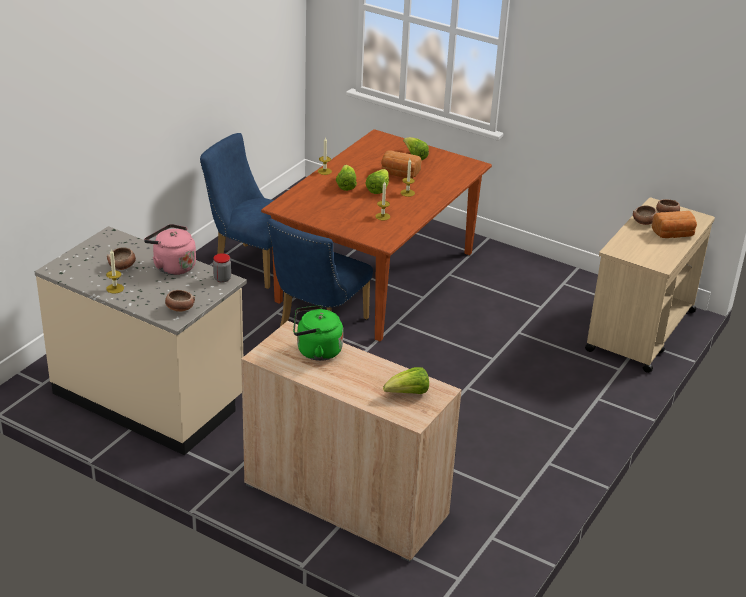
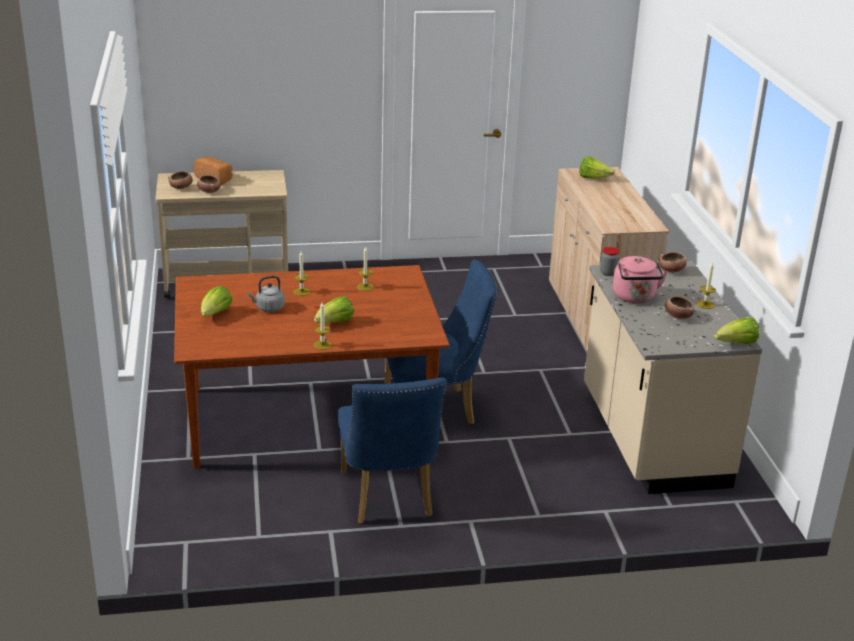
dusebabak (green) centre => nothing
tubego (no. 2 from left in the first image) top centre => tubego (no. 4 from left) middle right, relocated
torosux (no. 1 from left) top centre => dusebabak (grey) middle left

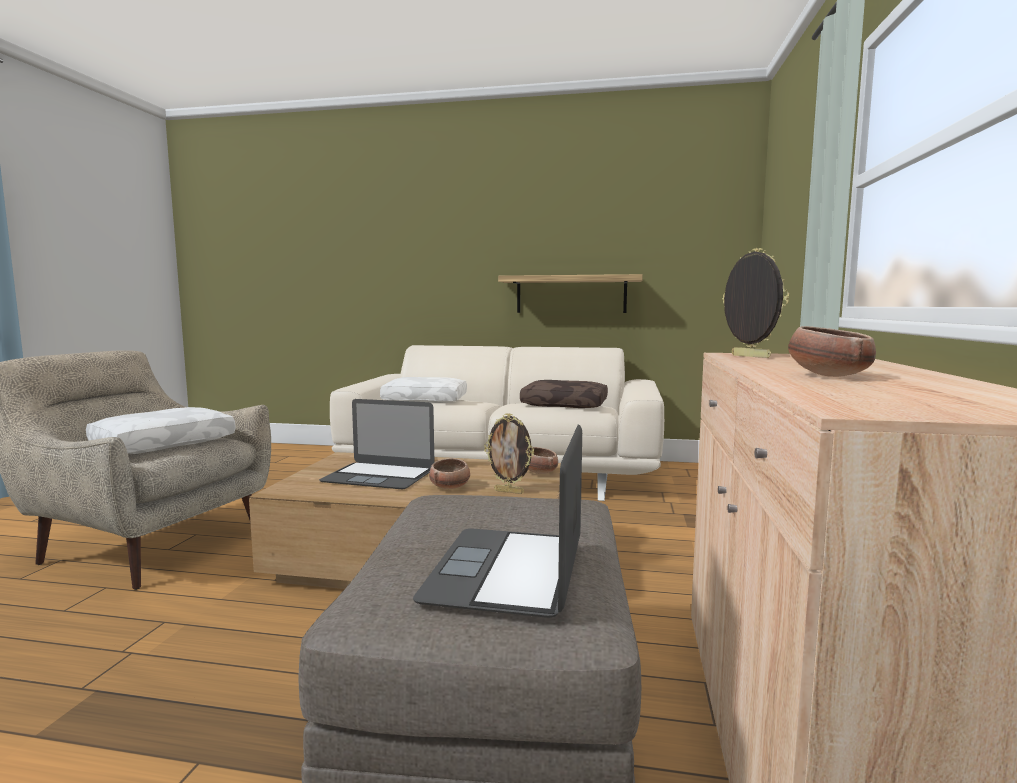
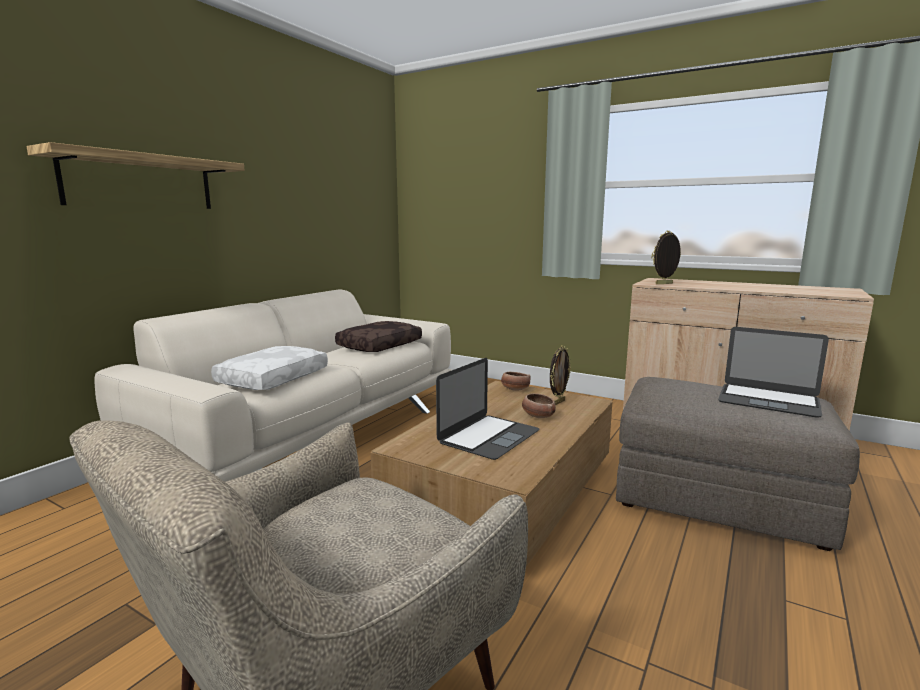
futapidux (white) (no. 1 from left) middle left => nothing
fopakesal centre => fopakesal top left, relocated
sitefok (no. 3 from left) middle right => nothing

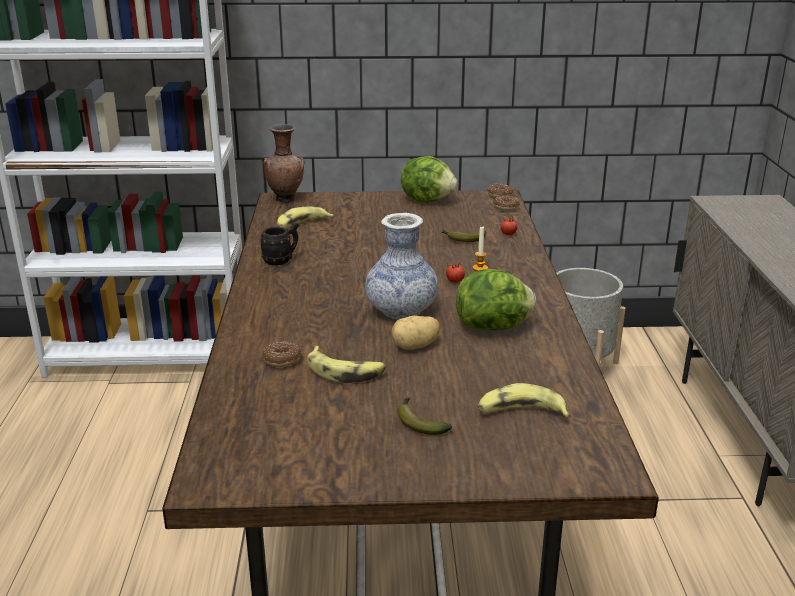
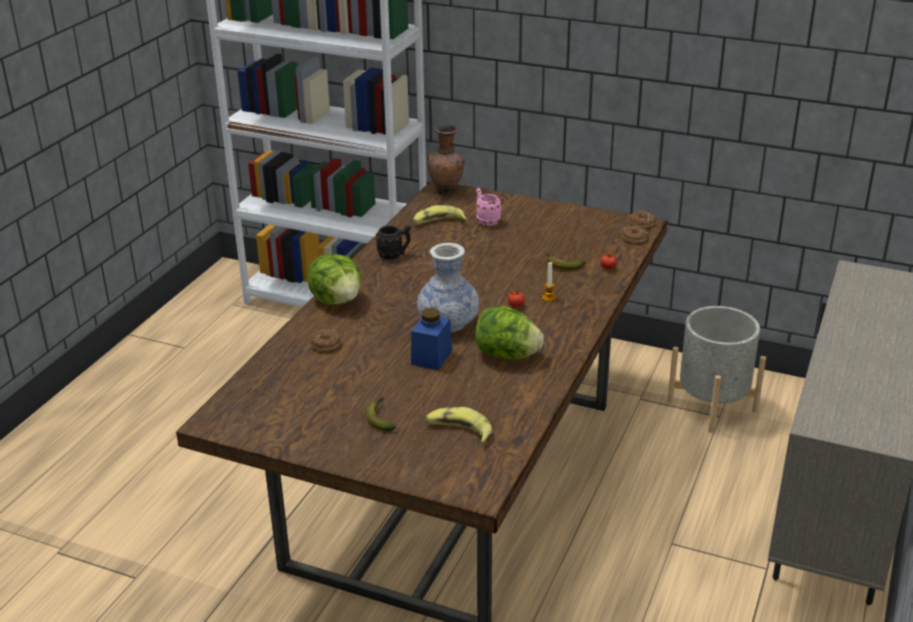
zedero (no. 2 from left) centre => nothing
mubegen centre => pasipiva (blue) centre
tubego (no. 1 from left) top centre => tubego (no. 1 from left) centre, relocated
nothing => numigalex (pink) top centre

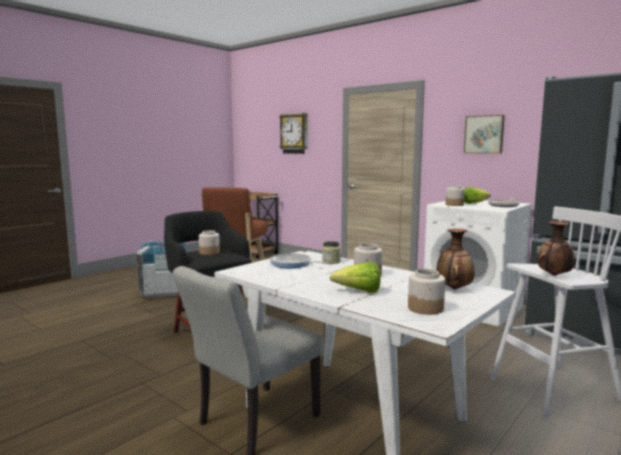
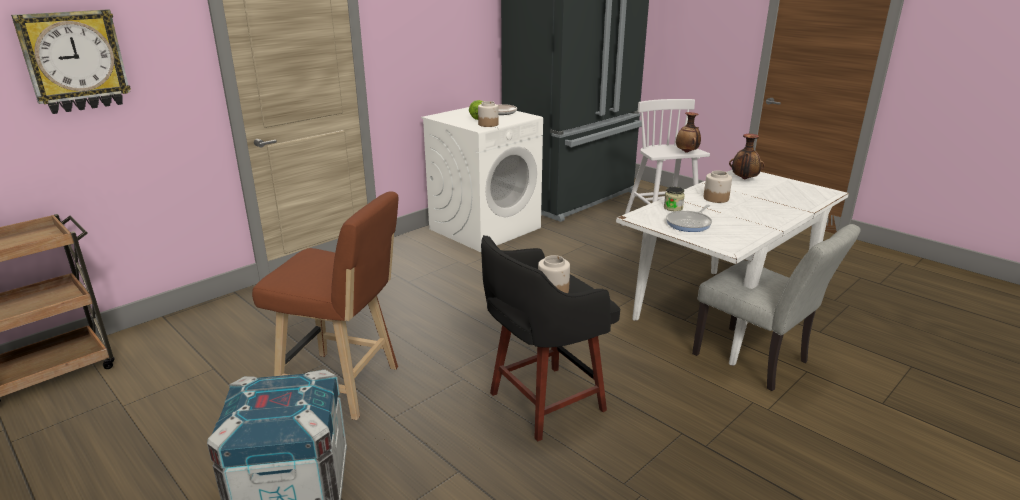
tubego (no. 1 from left) centre => nothing
pasipiva (no. 4 from left) middle right => nothing
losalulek top right => nothing

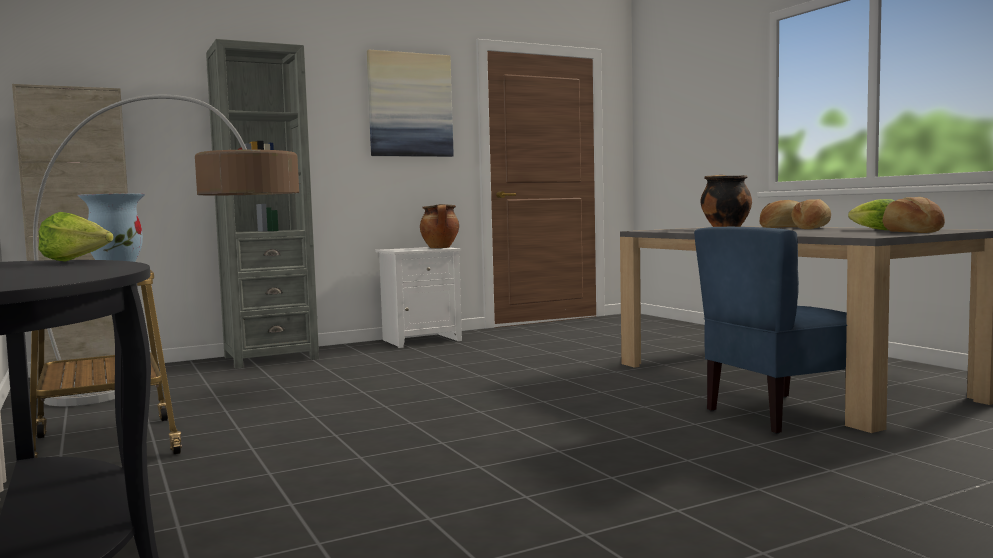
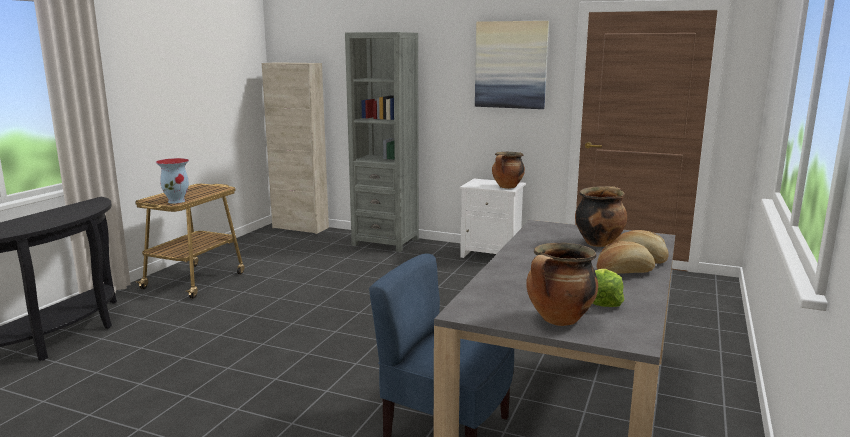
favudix middle left => nothing
tubego (no. 1 from left) middle left => nothing
torosux (no. 3 from left) middle right => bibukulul (no. 2 from left) centre

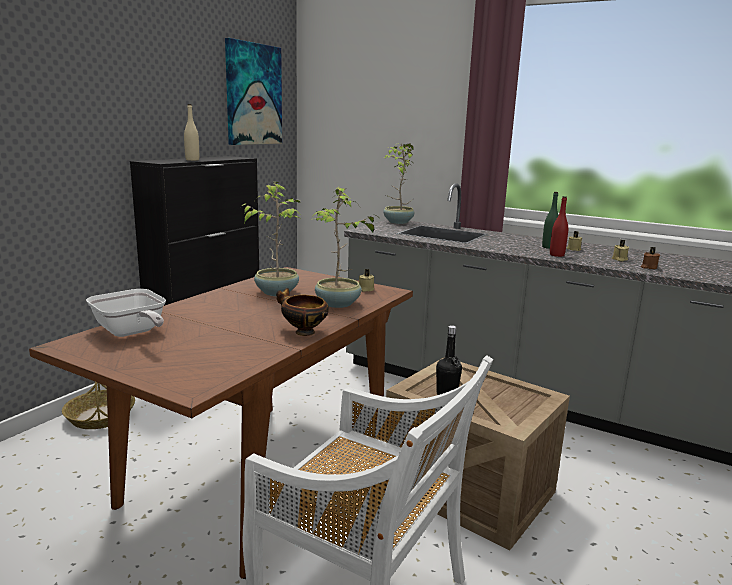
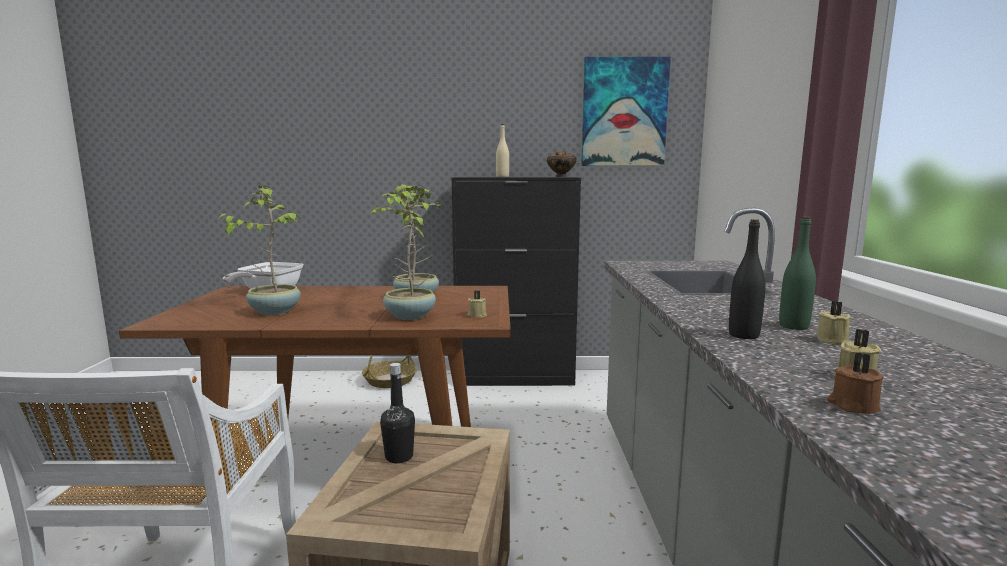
sitefok centre => sitefok top centre, relocated
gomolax (no. 3 from left in the first image) top centre => gomolax (no. 1 from left) middle left, relocated
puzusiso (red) middle right => puzusiso (black) (no. 2 from left) middle right

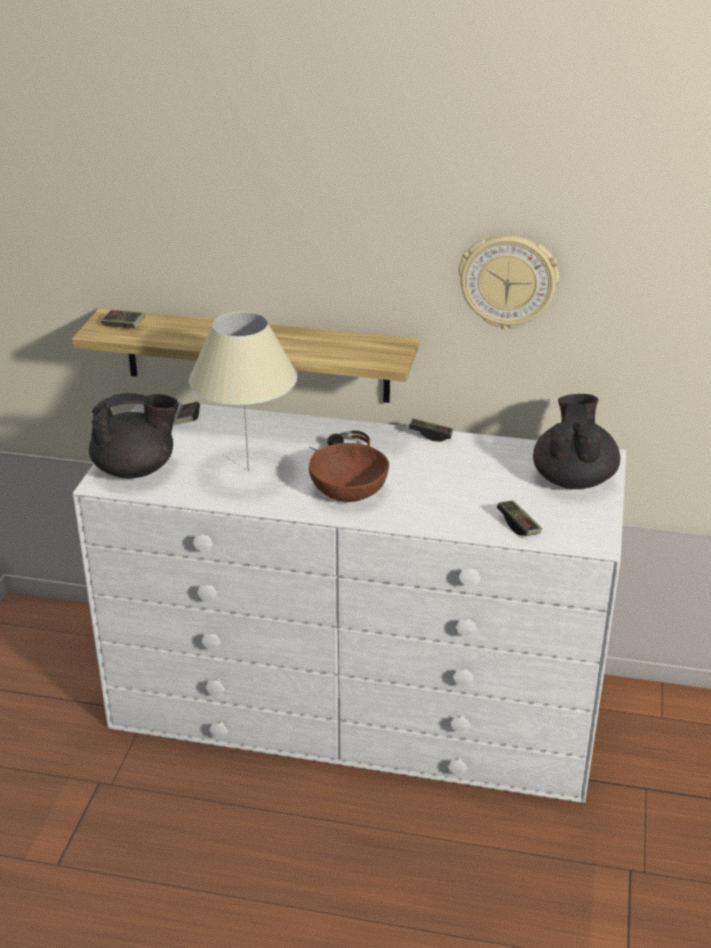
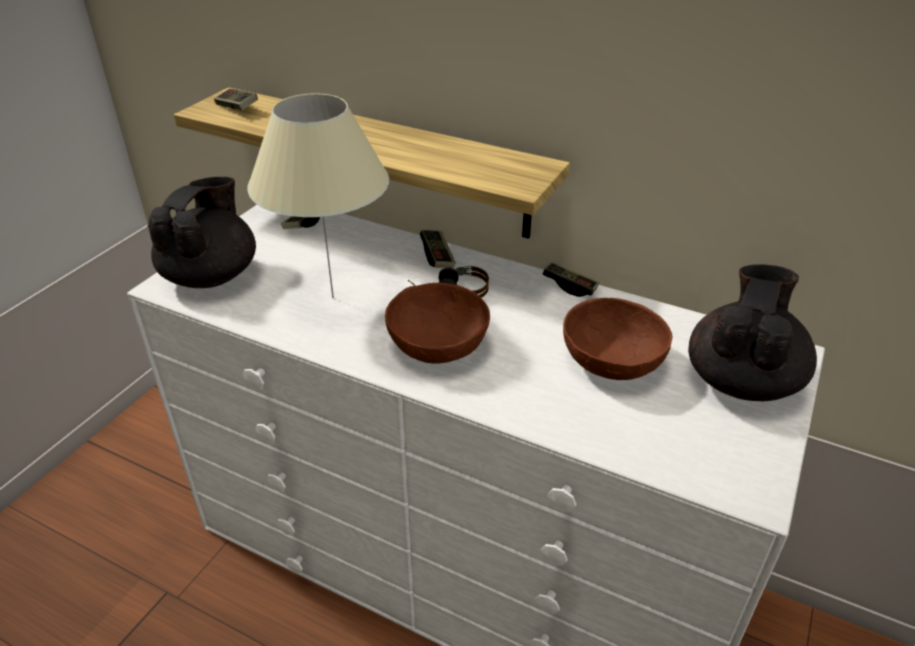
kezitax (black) (no. 1 from left) middle left, 75 degrees counterclockwise
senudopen top right => nothing
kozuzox (no. 4 from left in the first image) middle right => kozuzox (no. 3 from left) centre, relocated
nothing => sitefok (brown) (no. 2 from left) middle right

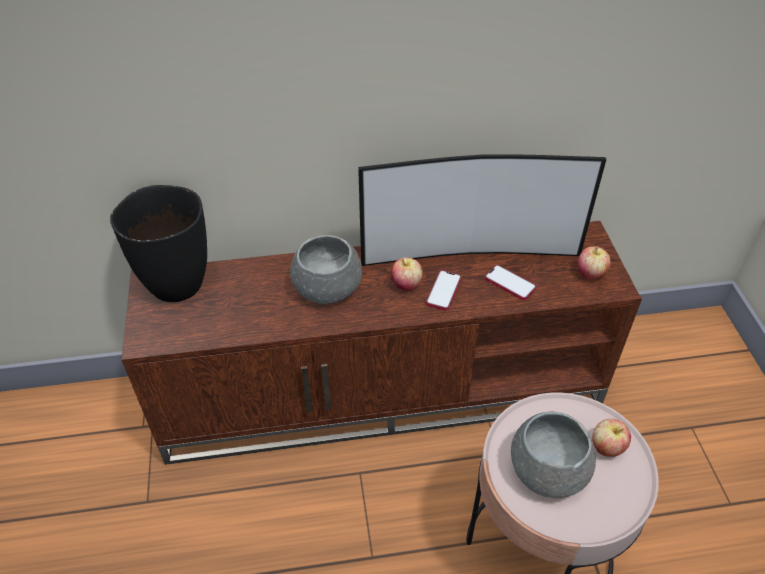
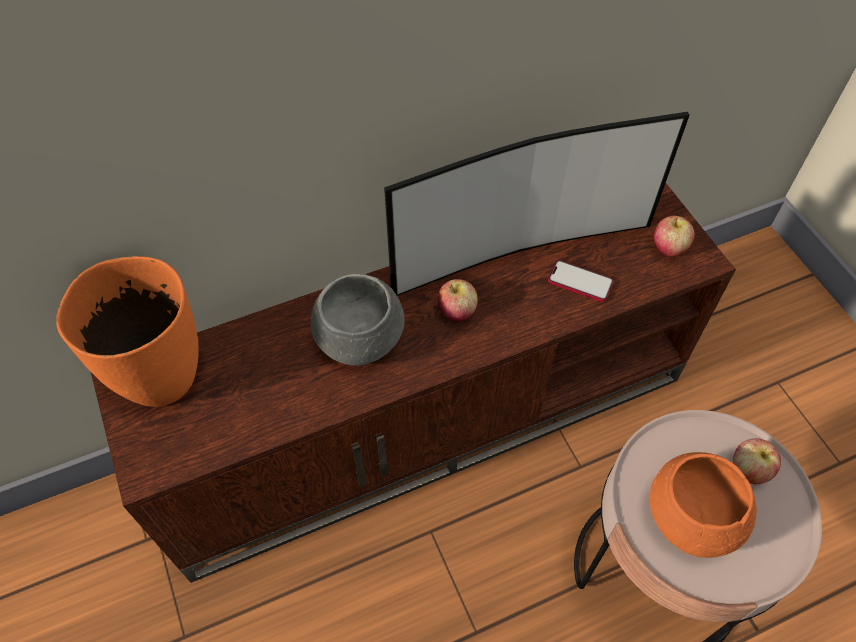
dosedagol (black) middle left => dosedagol (orange) middle left
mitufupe (no. 1 from left) centre => nothing
sitefok (grey) (no. 2 from left) bottom right => sitefok (orange) bottom right

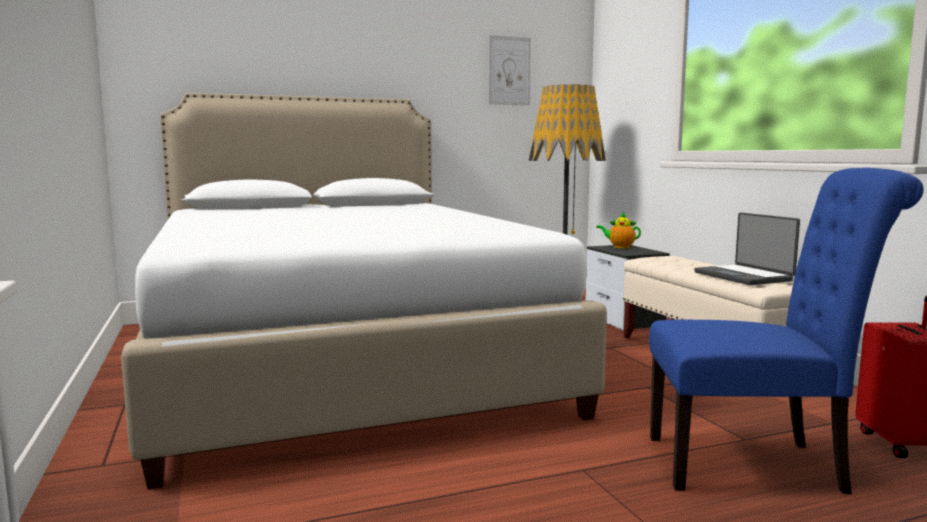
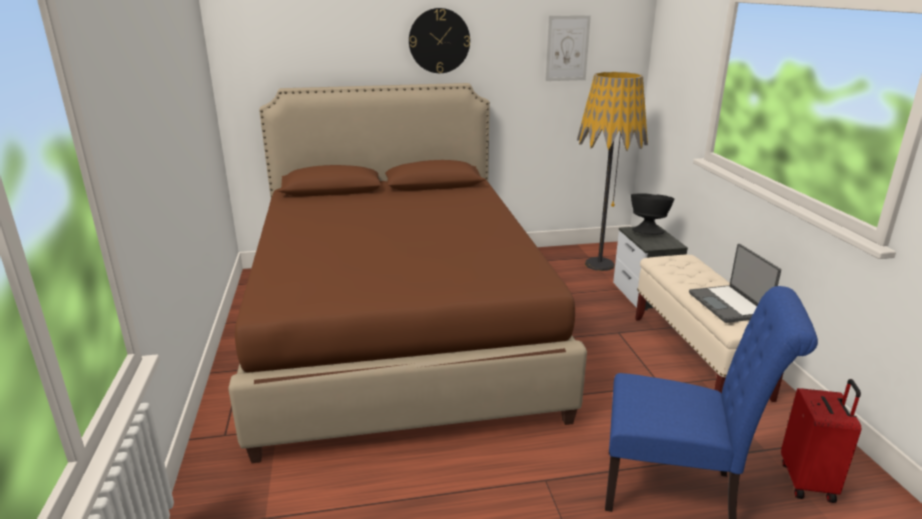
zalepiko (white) centre => zalepiko (brown) centre
kezitax middle right => sitefok (black) middle right
nothing => senudopen top centre

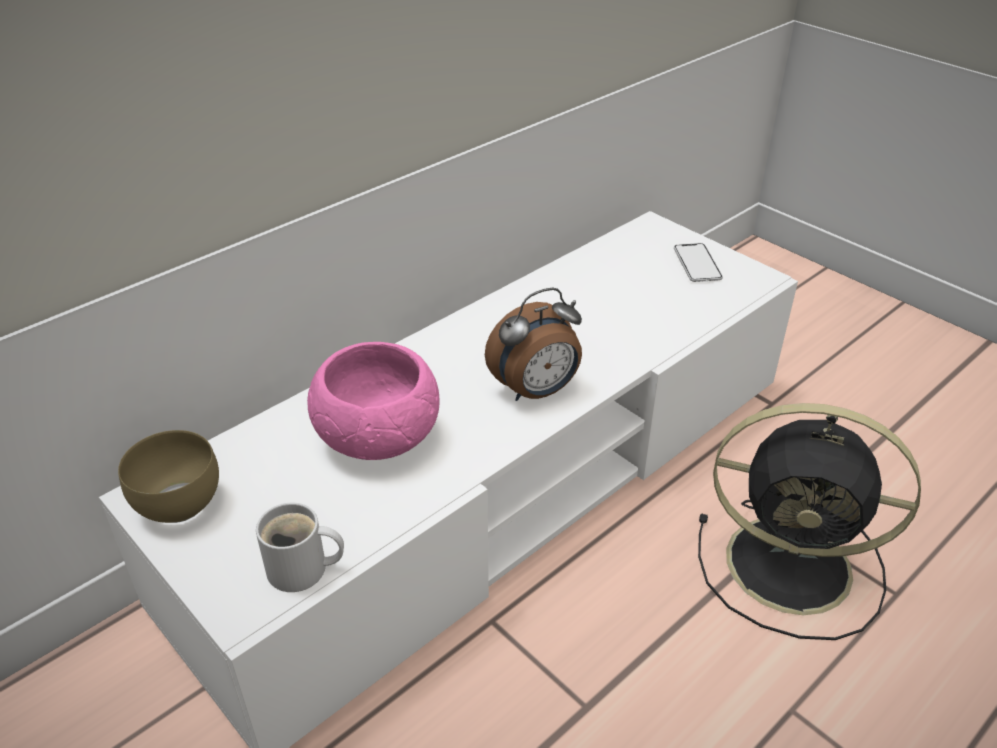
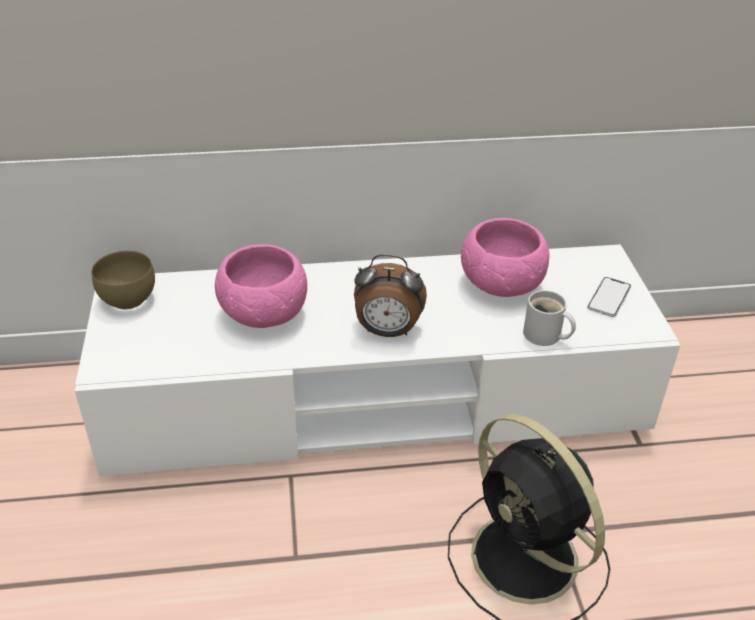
numigalex (white) bottom left => numigalex (white) middle right, relocated
nothing => sitefok (pink) (no. 2 from left) middle right

